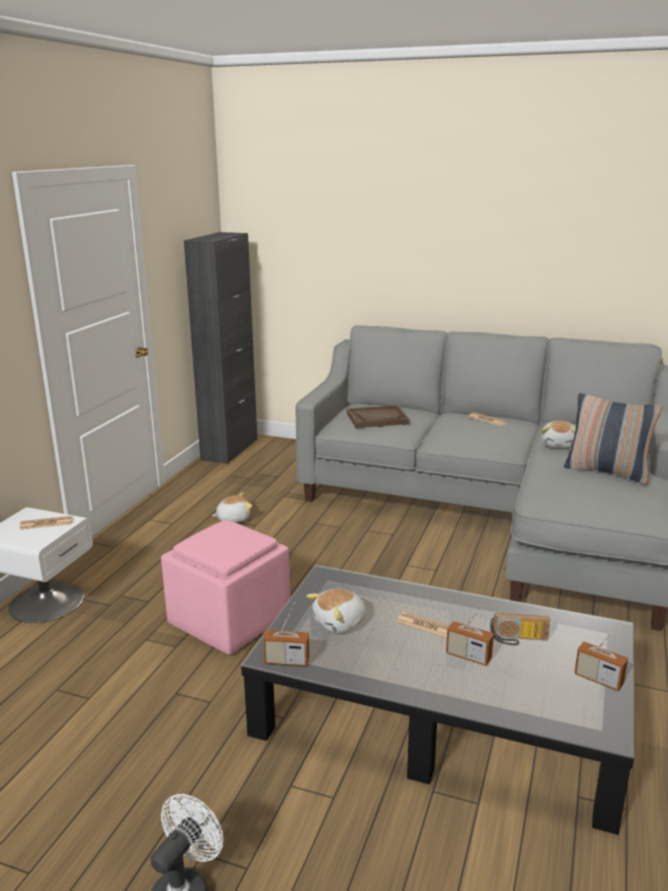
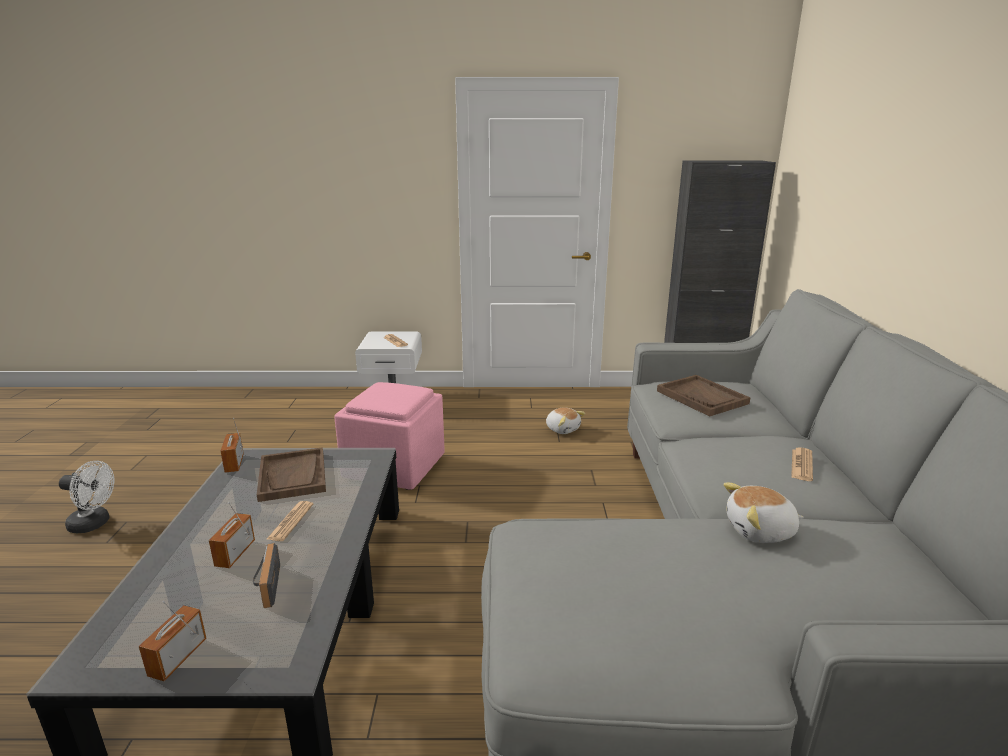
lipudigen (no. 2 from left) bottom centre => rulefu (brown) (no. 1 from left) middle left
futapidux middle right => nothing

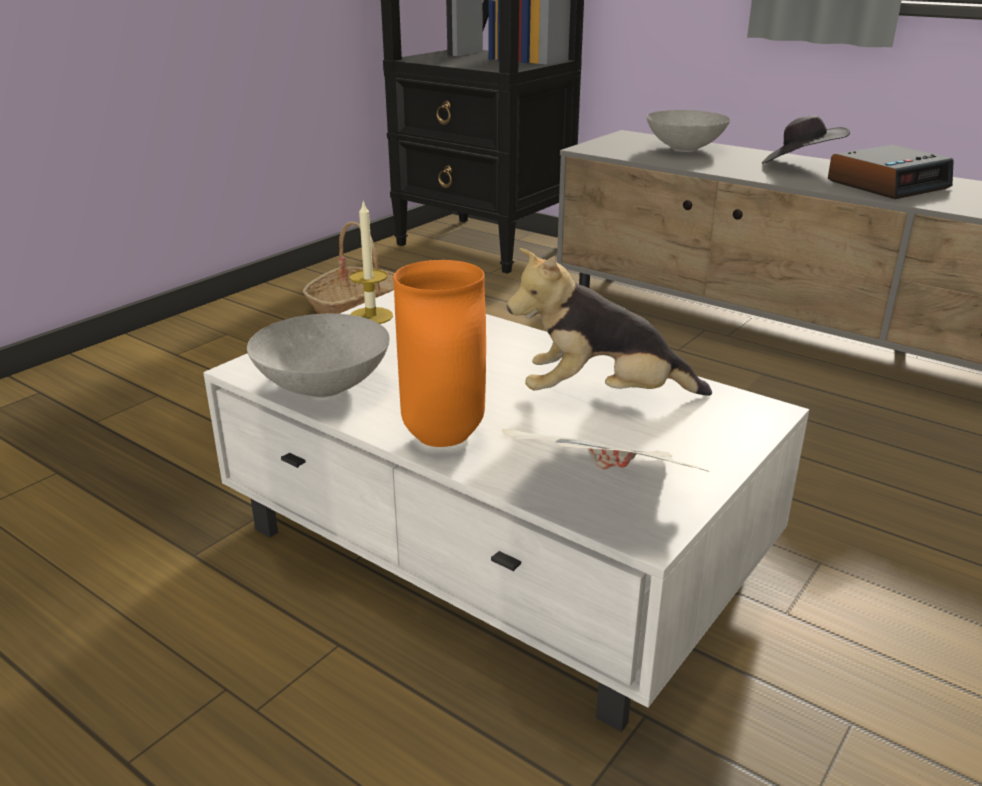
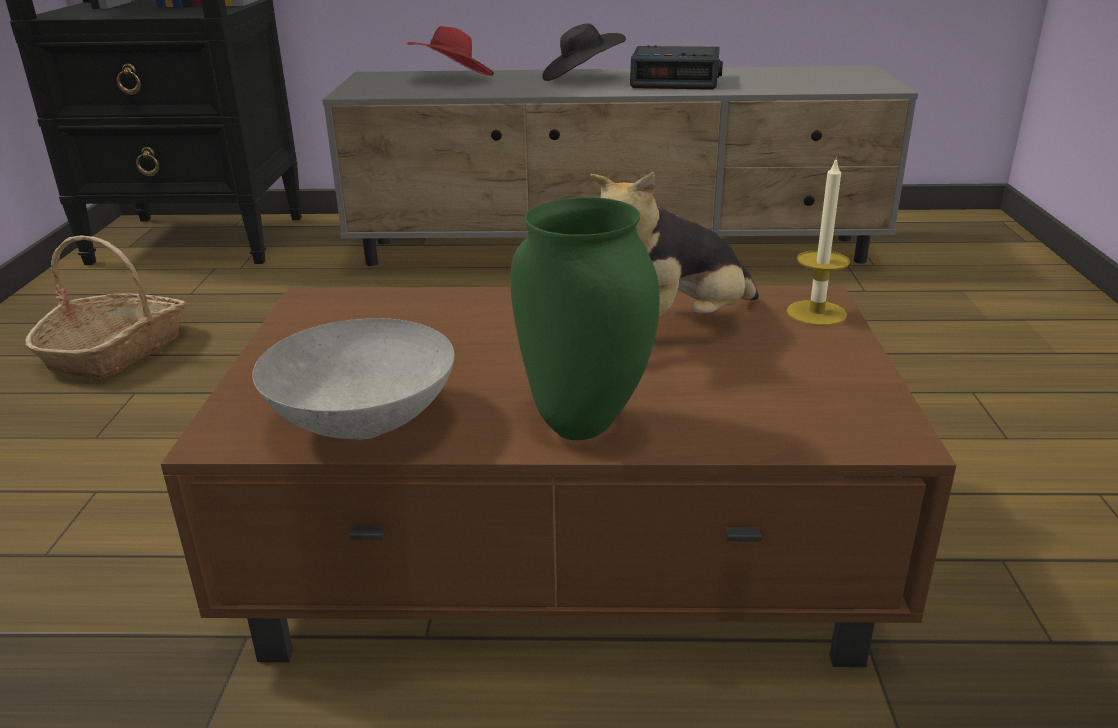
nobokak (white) centre => nobokak (brown) centre
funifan centre => funifan top right, relocated
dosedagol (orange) centre => dosedagol (green) centre
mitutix centre => nothing
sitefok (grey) (no. 2 from left) top right => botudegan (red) top centre
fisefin top right => fisefin top centre, 75 degrees clockwise

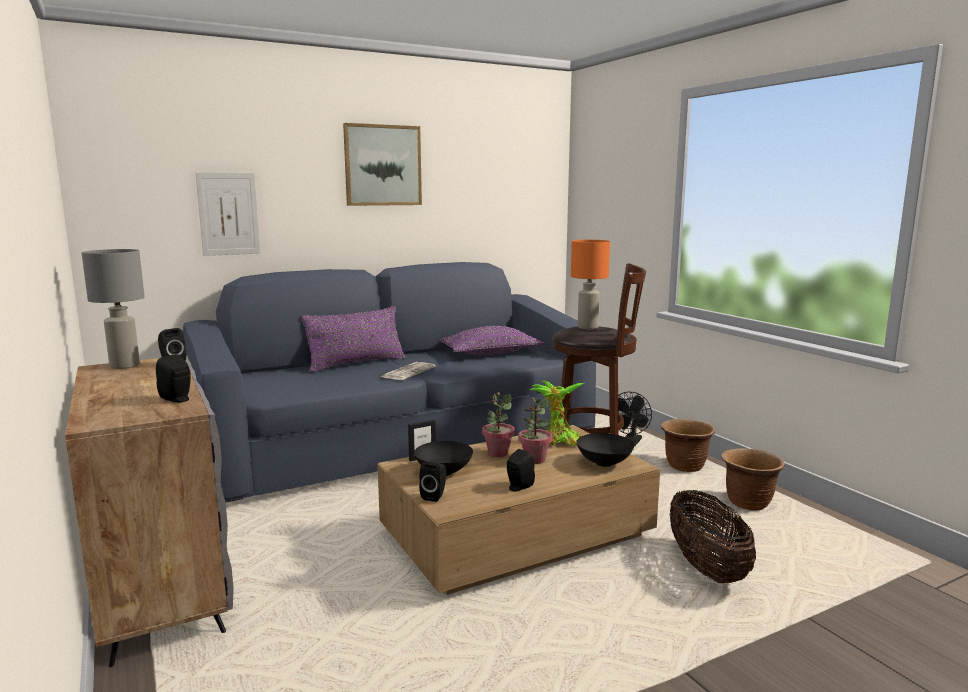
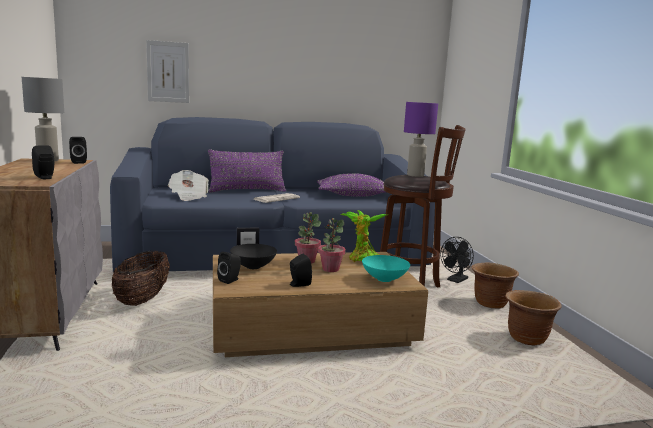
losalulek (no. 2 from left) top centre => nothing
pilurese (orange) centre => pilurese (purple) top centre
sitefok (black) (no. 2 from left) centre => sitefok (turquoise) centre
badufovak bottom right => badufovak middle left, relocated
nothing => mitutix (no. 1 from left) middle left

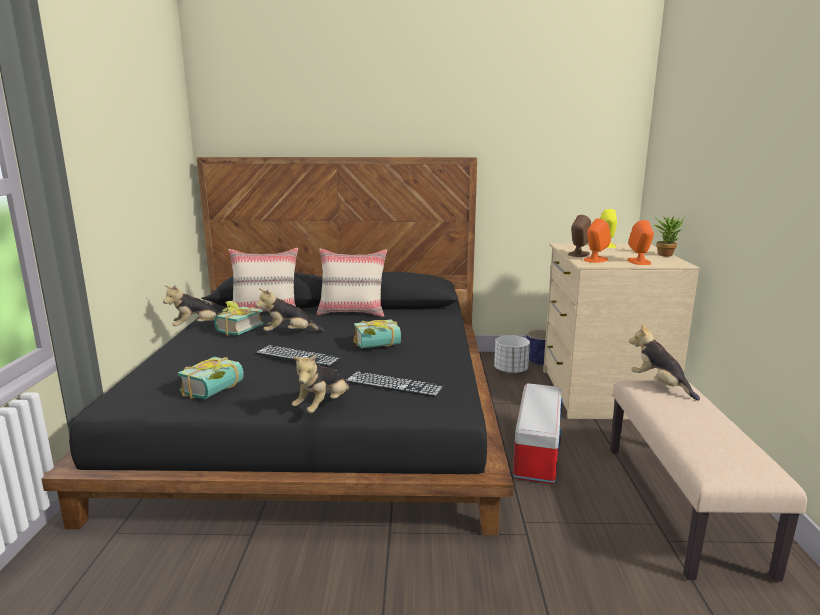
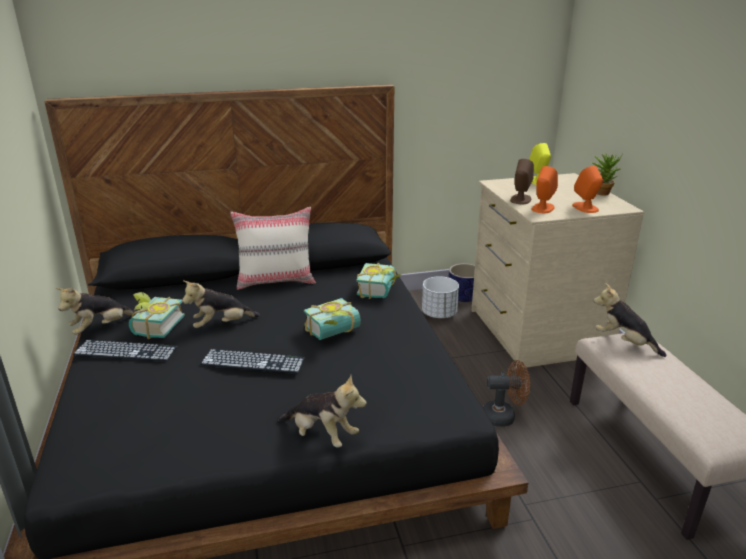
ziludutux (no. 1 from left in the first image) middle left => ziludutux (no. 3 from left) centre, relocated
futapidux (beige) (no. 1 from left) middle left => nothing
lipudigen (no. 3 from left) centre => lipudigen (no. 3 from left) bottom centre, 75 degrees counterclockwise
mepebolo (no. 2 from left in the first image) centre => mepebolo (no. 1 from left) middle left, relocated
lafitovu bottom centre => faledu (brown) bottom right

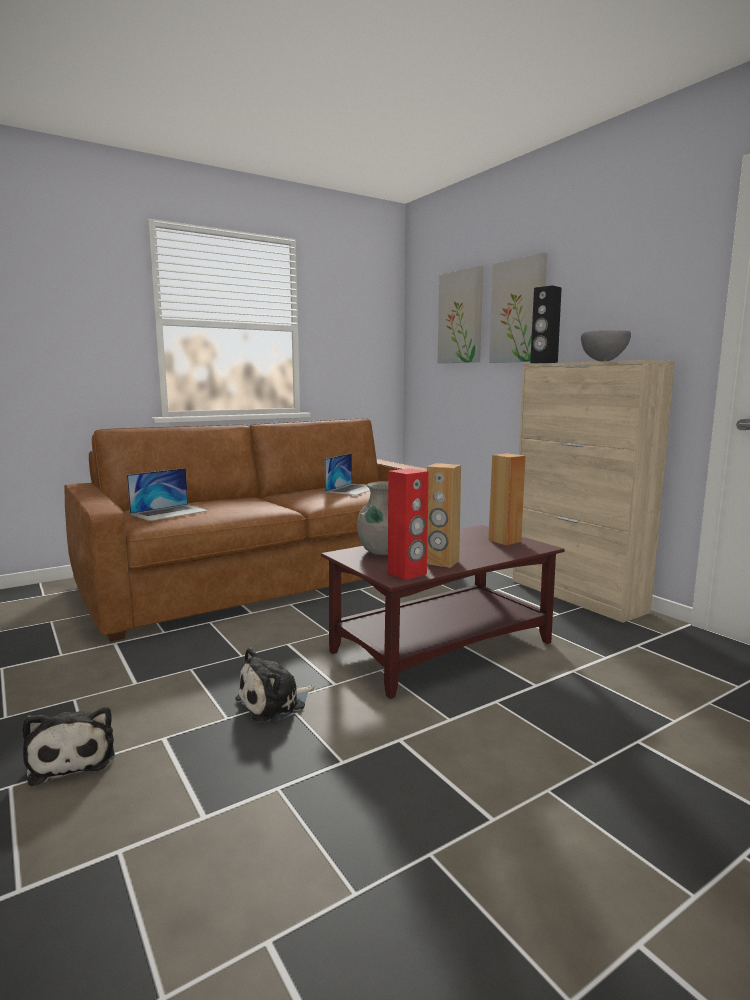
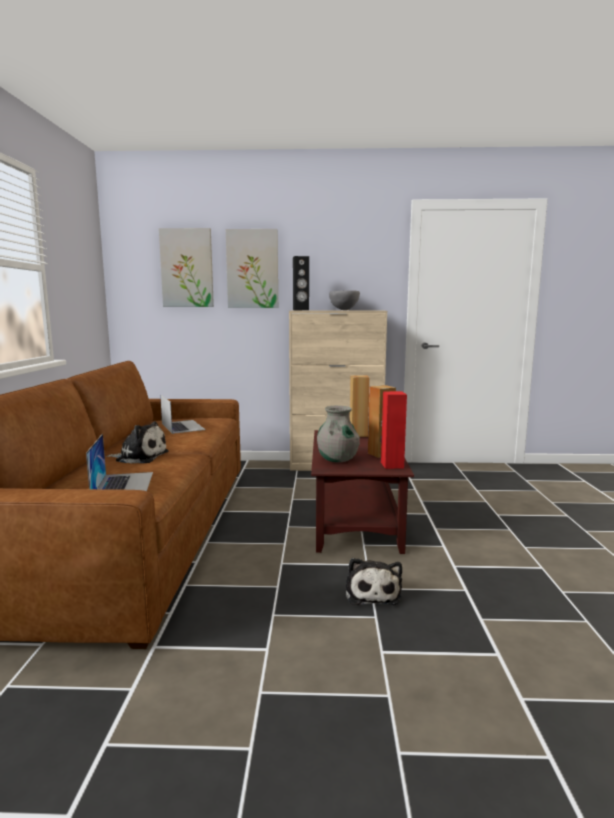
lipudigen (no. 1 from left) bottom left => lipudigen (no. 1 from left) middle left, relocated

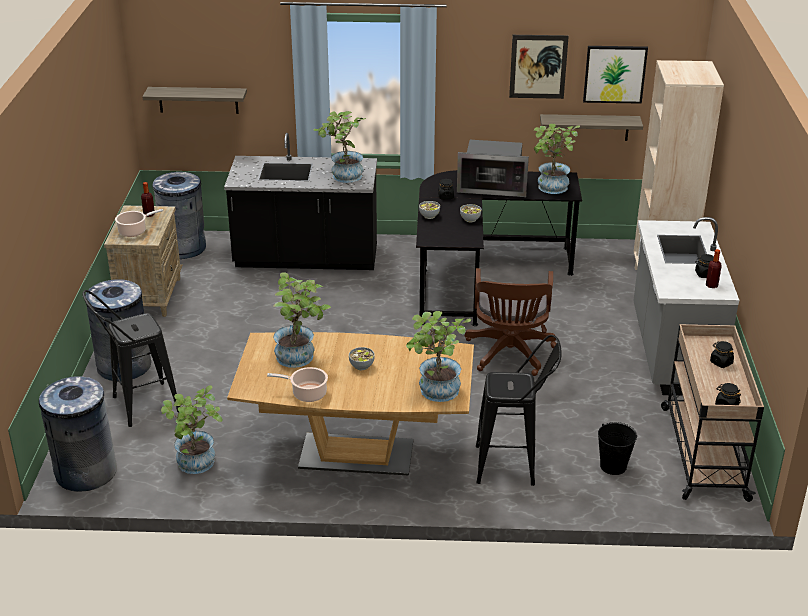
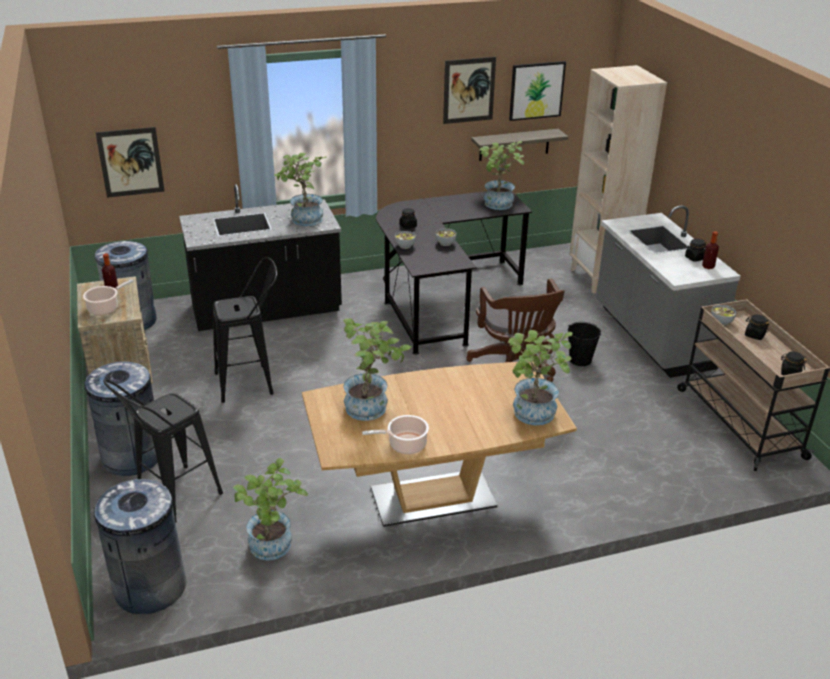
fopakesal (no. 1 from left) top left => losalulek (no. 1 from left) top left
sitefok (no. 1 from left in the first image) centre => sitefok (no. 3 from left) middle right, relocated
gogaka top centre => nothing
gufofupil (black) (no. 2 from left) centre => gufofupil (black) (no. 2 from left) middle left, relocated
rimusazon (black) bottom right => rimusazon (black) middle right, relocated

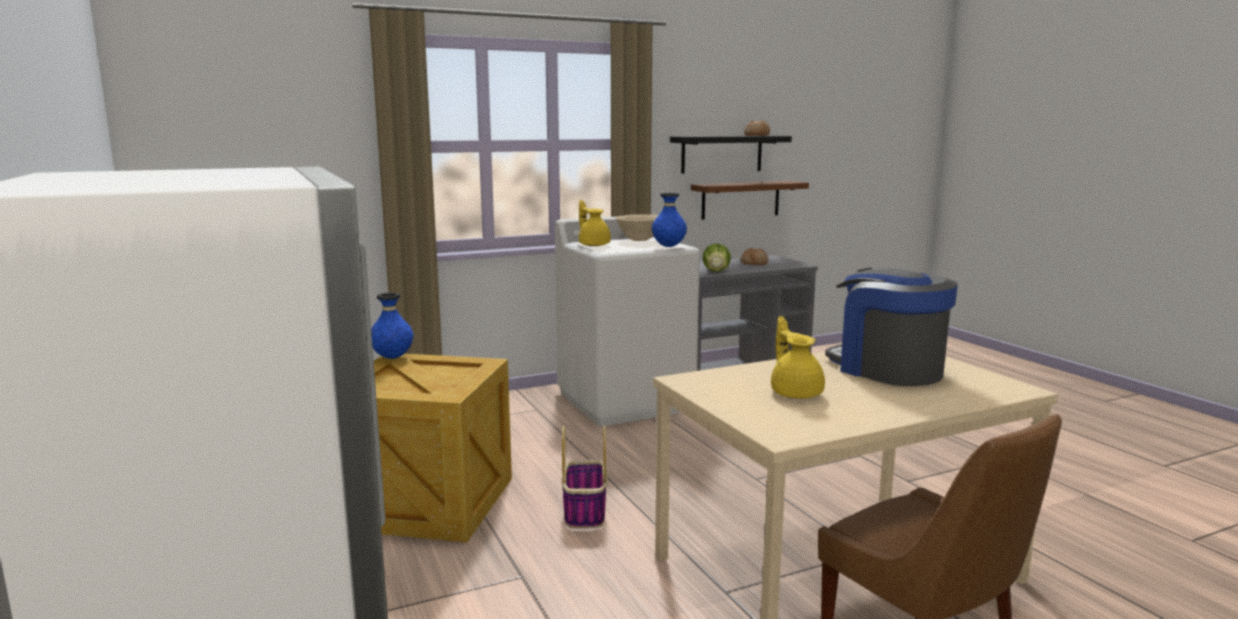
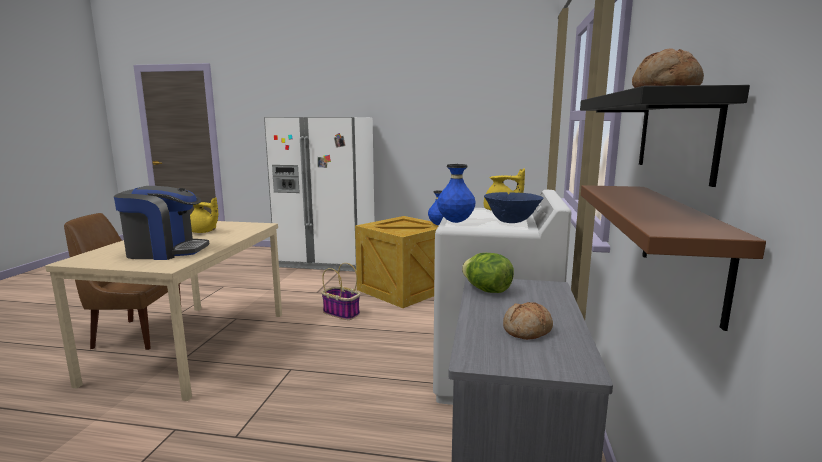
sitefok (beige) centre => sitefok (blue) centre

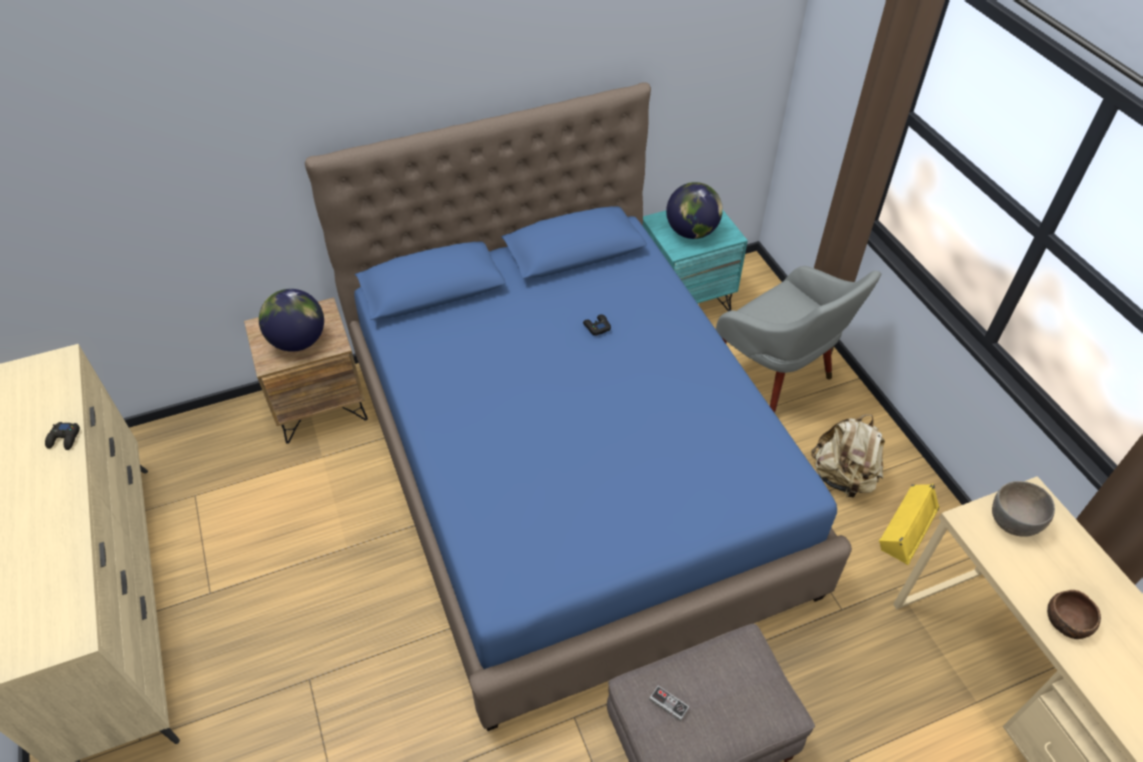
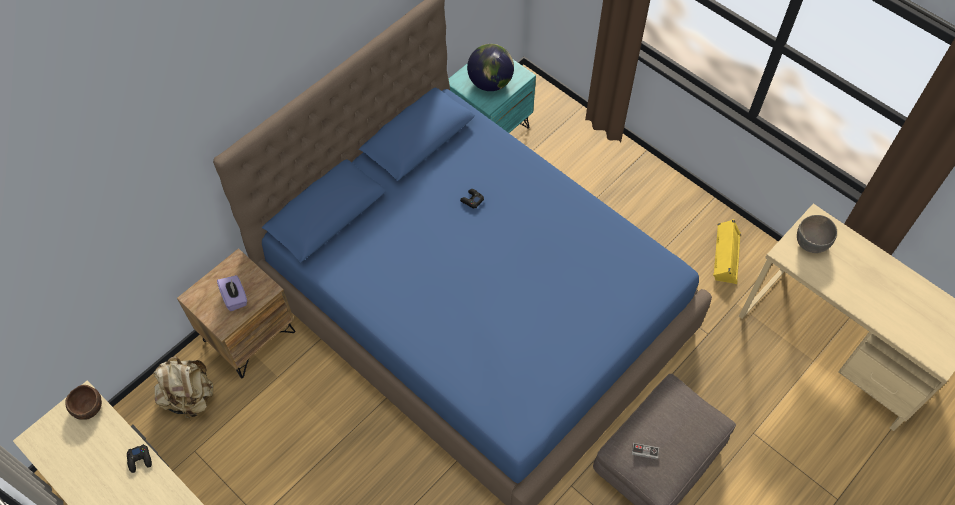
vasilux (no. 1 from left) middle left => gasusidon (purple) middle left
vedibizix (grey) middle right => nothing
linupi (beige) middle right => linupi (beige) bottom left, relocated
sitefok (brown) bottom right => sitefok (brown) bottom left, relocated

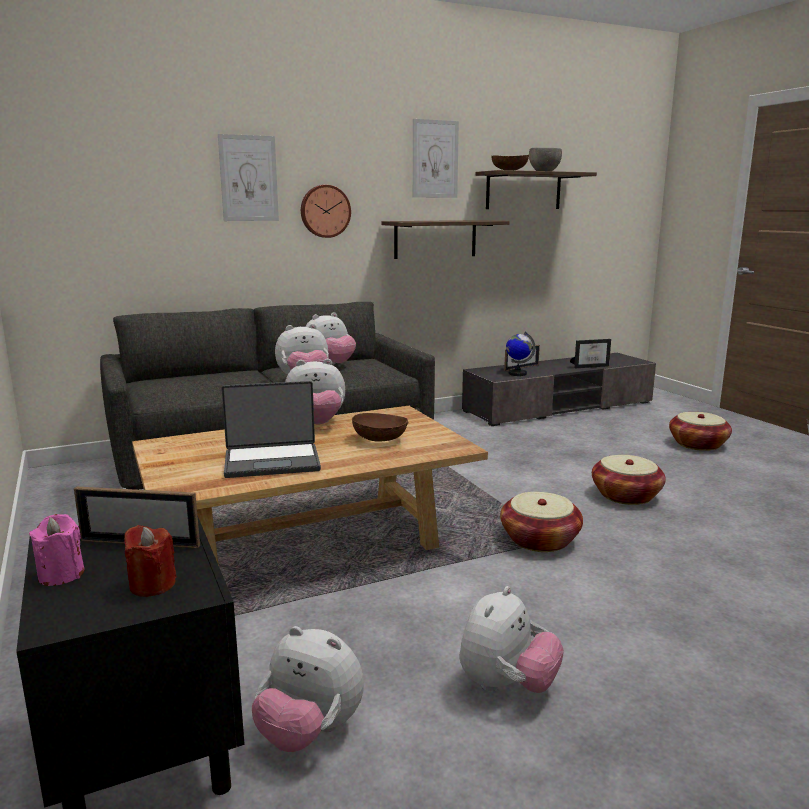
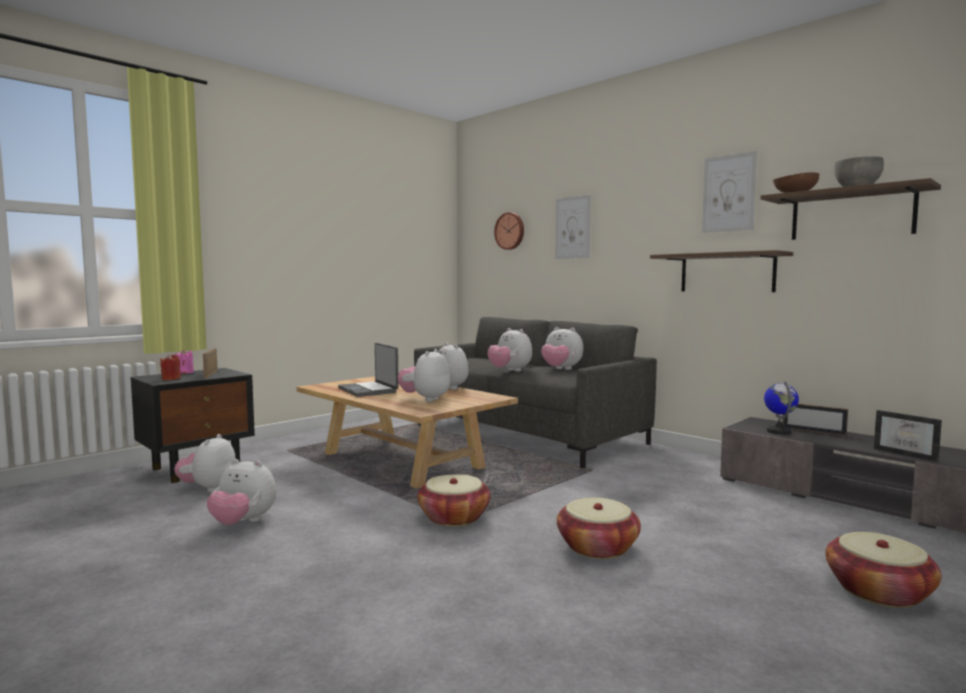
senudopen top centre => senudopen centre, relocated
sitefok (brown) (no. 1 from left) centre => lipudigen (no. 3 from left) centre

